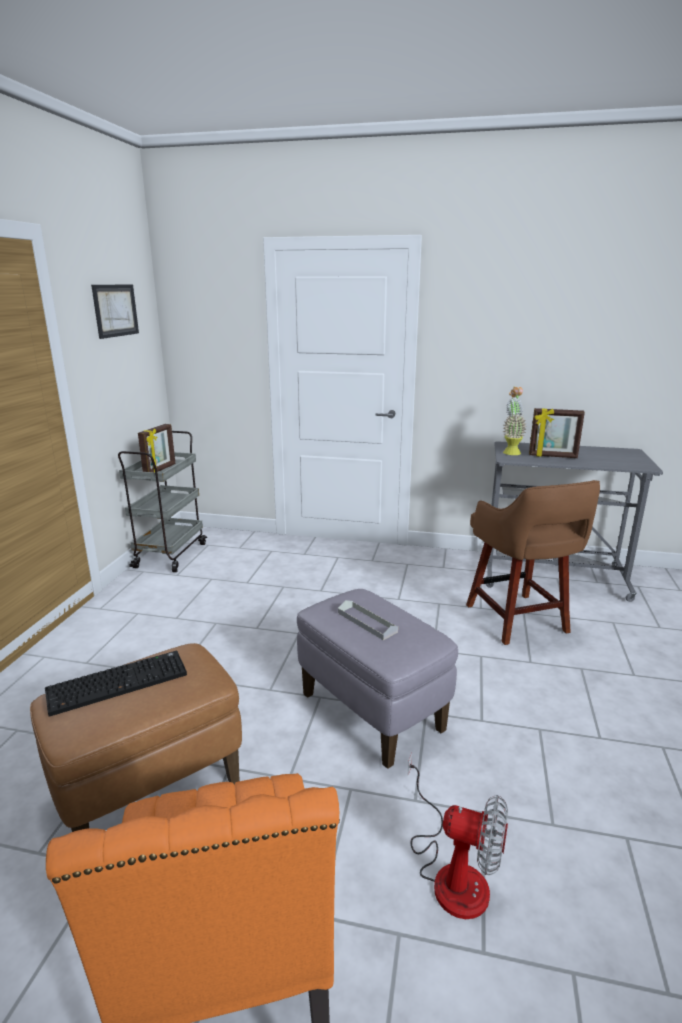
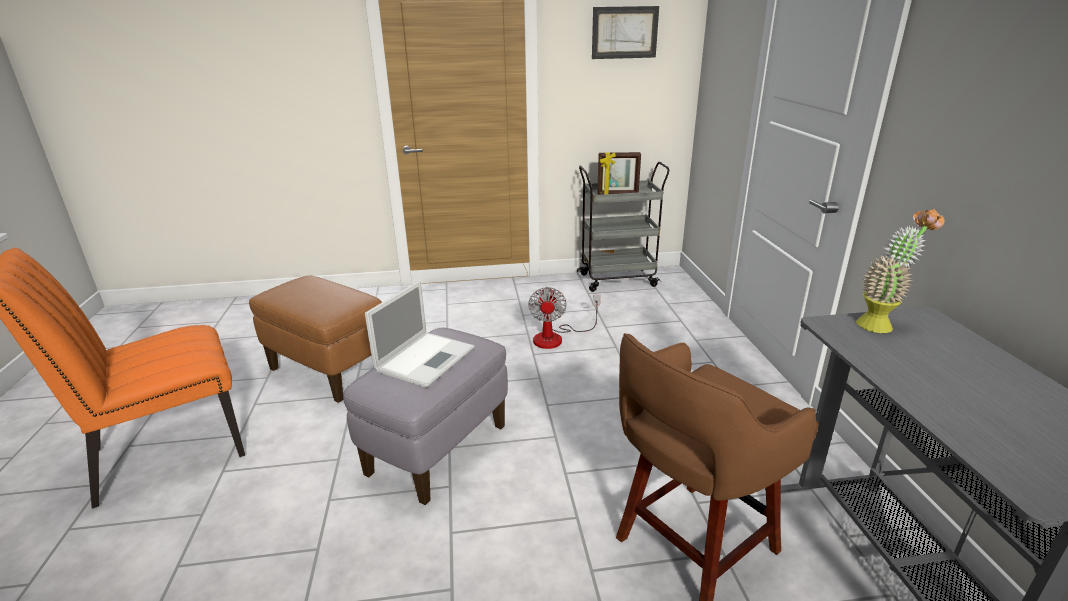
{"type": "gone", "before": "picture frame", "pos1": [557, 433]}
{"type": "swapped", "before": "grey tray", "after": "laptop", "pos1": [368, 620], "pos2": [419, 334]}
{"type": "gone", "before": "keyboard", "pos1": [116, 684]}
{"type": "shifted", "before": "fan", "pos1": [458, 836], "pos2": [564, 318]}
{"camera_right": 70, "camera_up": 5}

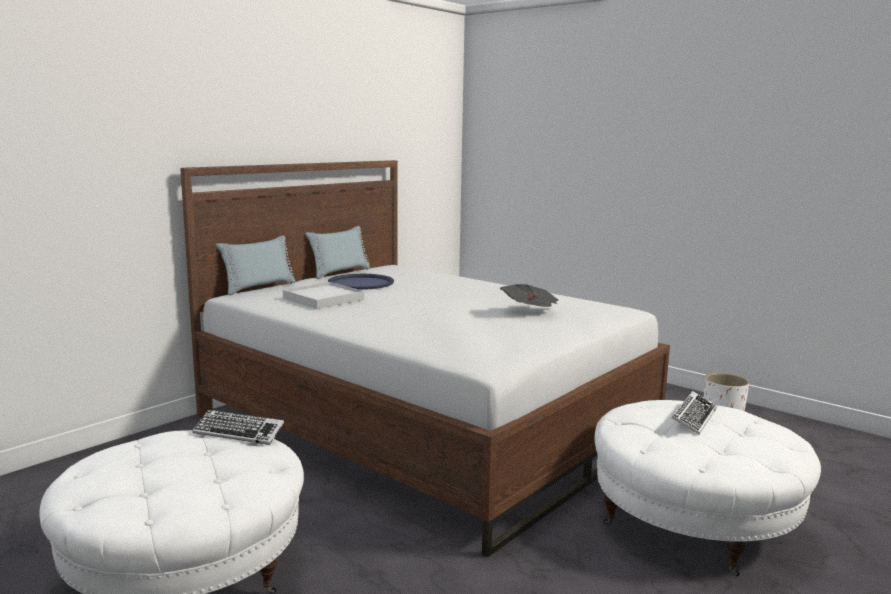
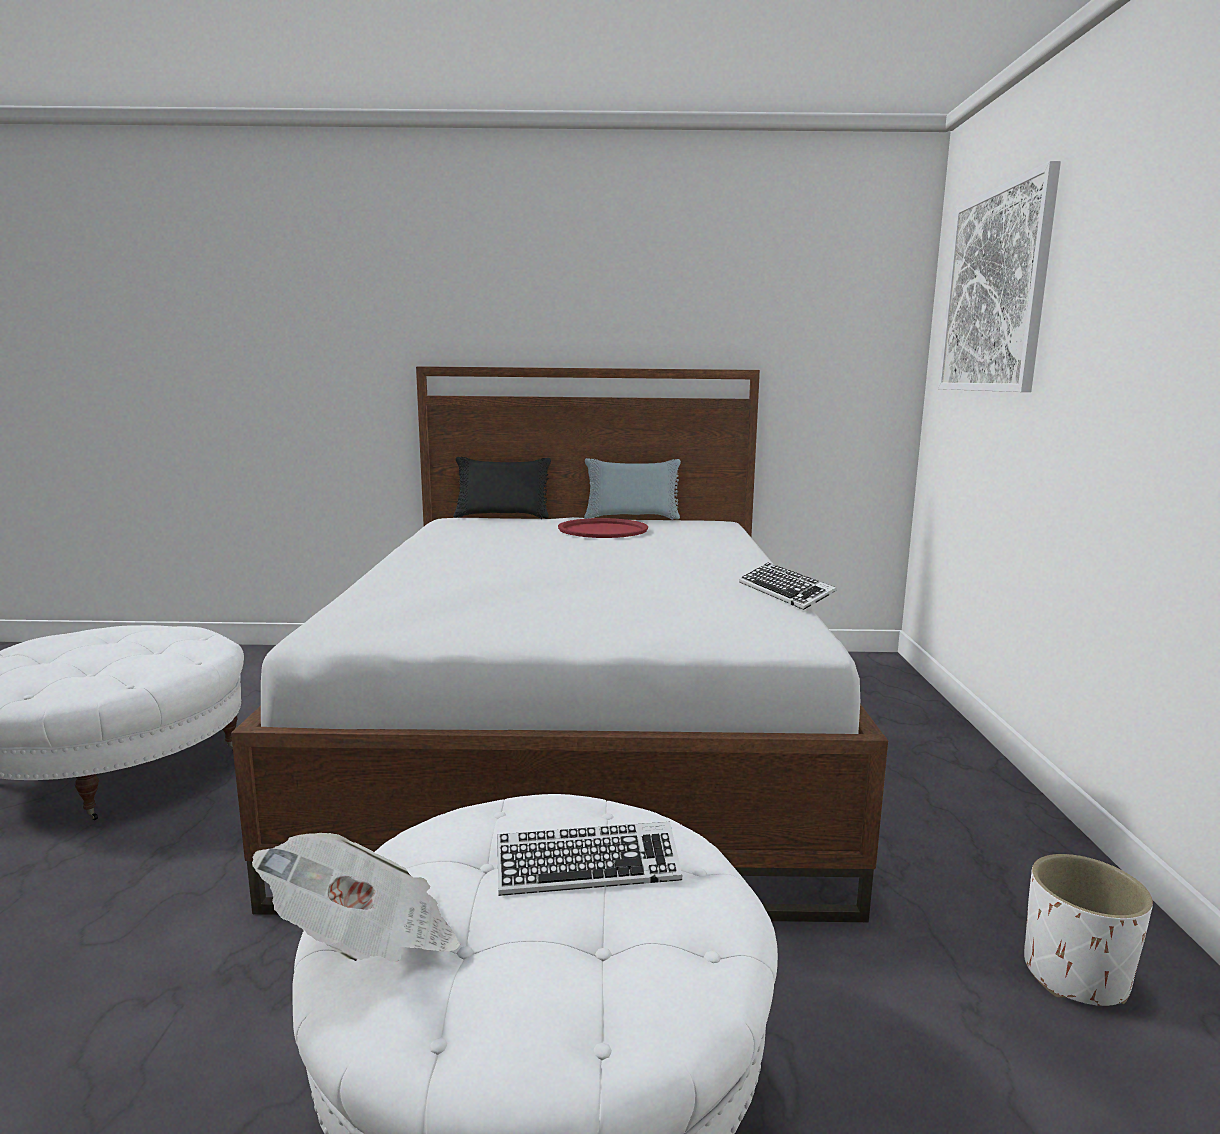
{"type": "repainted", "before": "blue pillow", "after": "black pillow", "pos1": [255, 265], "pos2": [502, 488]}
{"type": "repainted", "before": "blue tray", "after": "red tray", "pos1": [361, 282], "pos2": [603, 528]}
{"type": "gone", "before": "white tray", "pos1": [323, 295]}
{"type": "shifted", "before": "newspaper", "pos1": [529, 295], "pos2": [356, 897]}
{"type": "shifted", "before": "keyboard", "pos1": [238, 427], "pos2": [788, 586]}
{"type": "new", "after": "picture", "pos2": [999, 276]}
{"camera_right": 50, "camera_up": 0}

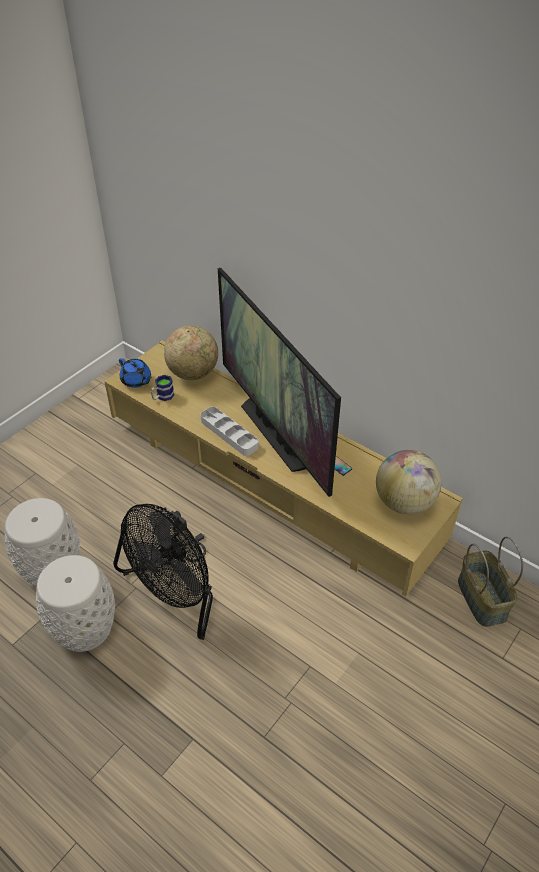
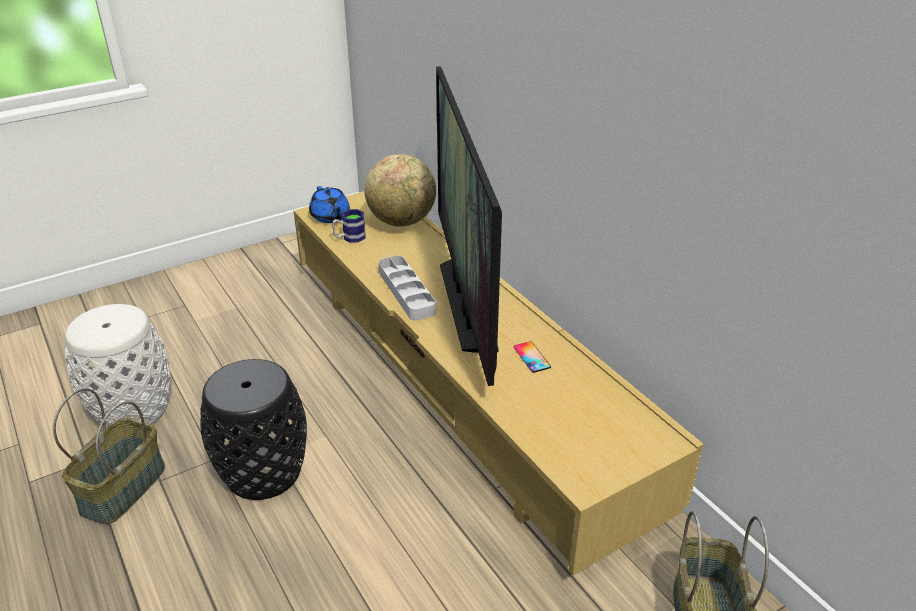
{"type": "gone", "before": "globe", "pos1": [408, 482]}
{"type": "swapped", "before": "black fan", "after": "black stool", "pos1": [163, 572], "pos2": [253, 429]}
{"type": "swapped", "before": "white stool", "after": "basket", "pos1": [75, 603], "pos2": [109, 456]}
{"camera_right": 20, "camera_up": -10}

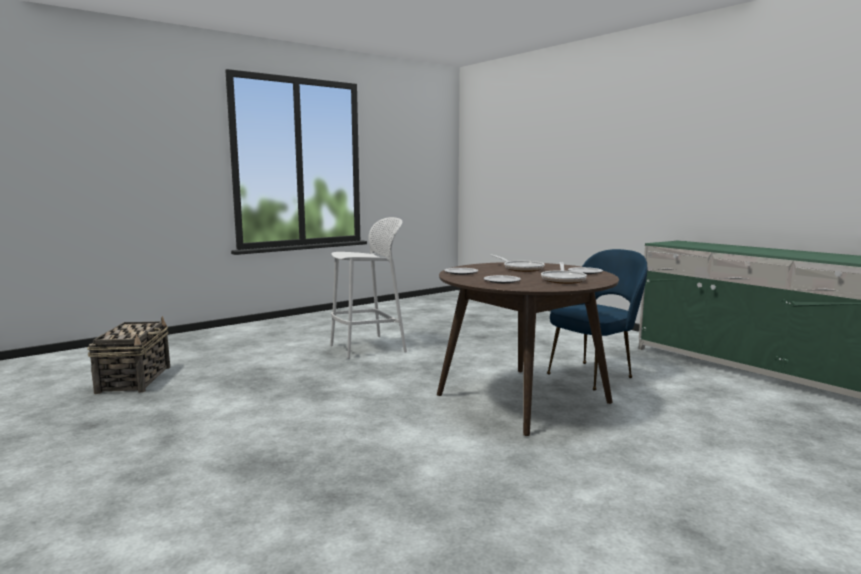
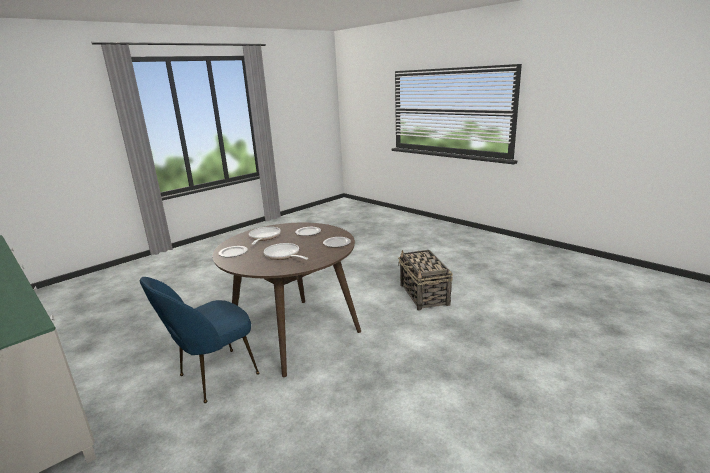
{"type": "gone", "before": "white stool", "pos1": [368, 288]}
{"type": "shifted", "before": "basket", "pos1": [128, 355], "pos2": [425, 280]}
{"camera_right": 175, "camera_up": 10}

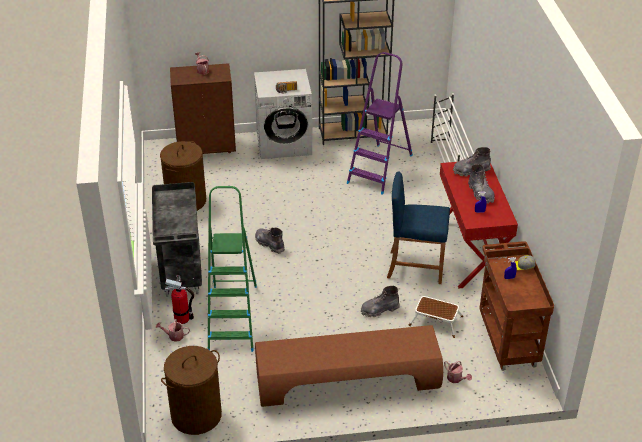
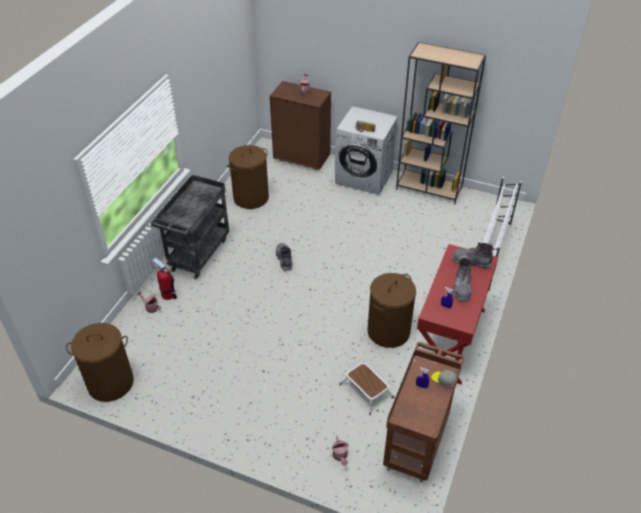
{"type": "gone", "before": "purple step ladder", "pos1": [380, 123]}
{"type": "swapped", "before": "blue stool", "after": "brown laundry basket", "pos1": [418, 227], "pos2": [392, 310]}
{"type": "gone", "before": "green step ladder", "pos1": [232, 269]}
{"type": "gone", "before": "grey boot", "pos1": [380, 301]}
{"type": "gone", "before": "brown bench", "pos1": [349, 366]}
{"camera_right": 30, "camera_up": 5}

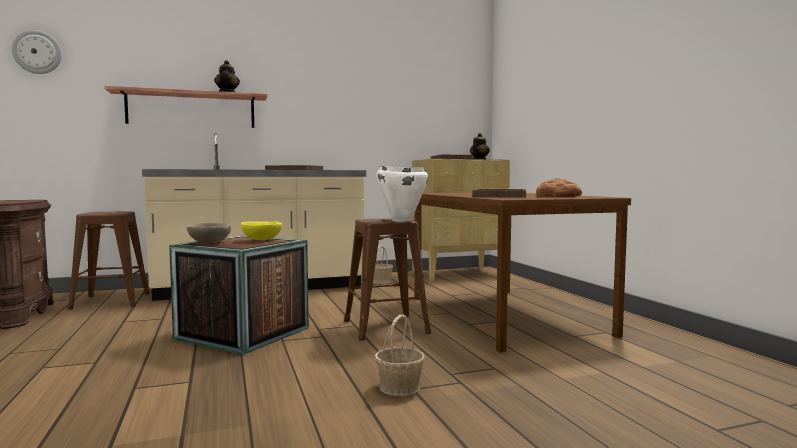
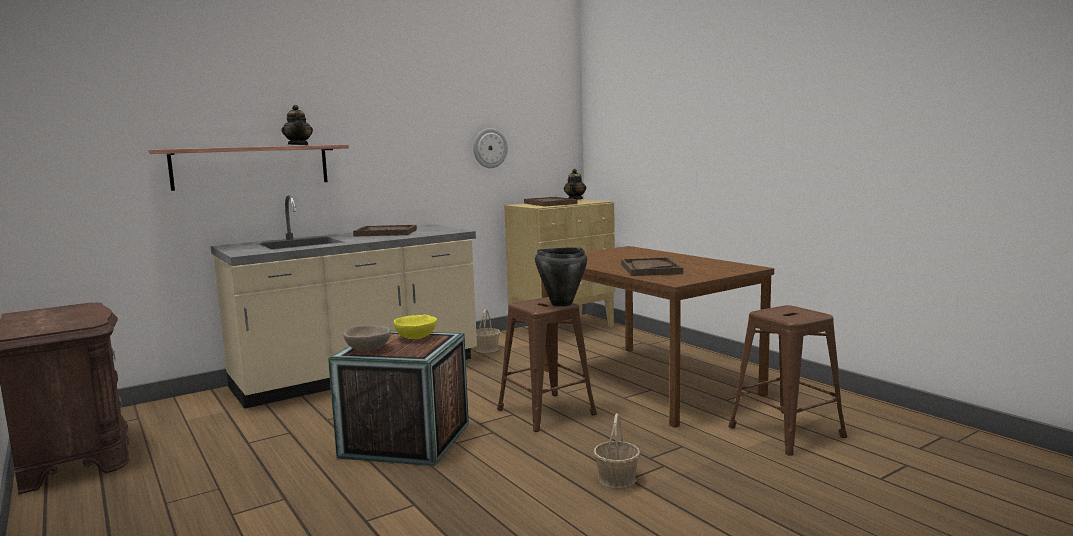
{"type": "shifted", "before": "wall clock", "pos1": [37, 52], "pos2": [490, 148]}
{"type": "repainted", "before": "white cooking pot", "after": "black cooking pot", "pos1": [402, 193], "pos2": [561, 277]}
{"type": "gone", "before": "bread", "pos1": [559, 187]}
{"type": "shifted", "before": "brown stool", "pos1": [108, 260], "pos2": [787, 380]}
{"camera_right": -15, "camera_up": 5}

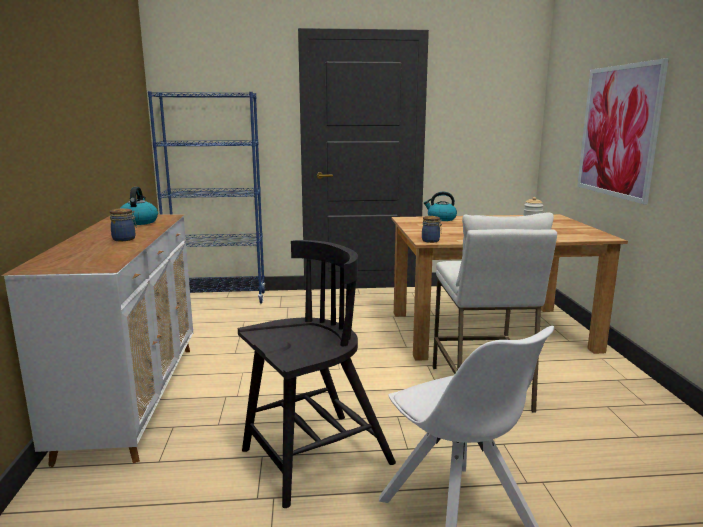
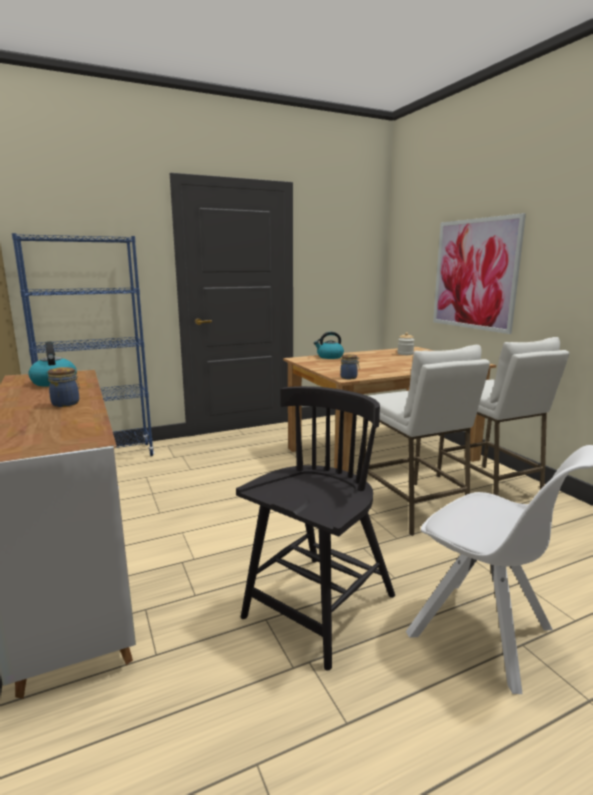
{"type": "new", "after": "white stool", "pos2": [503, 416]}
{"camera_right": -20, "camera_up": 0}

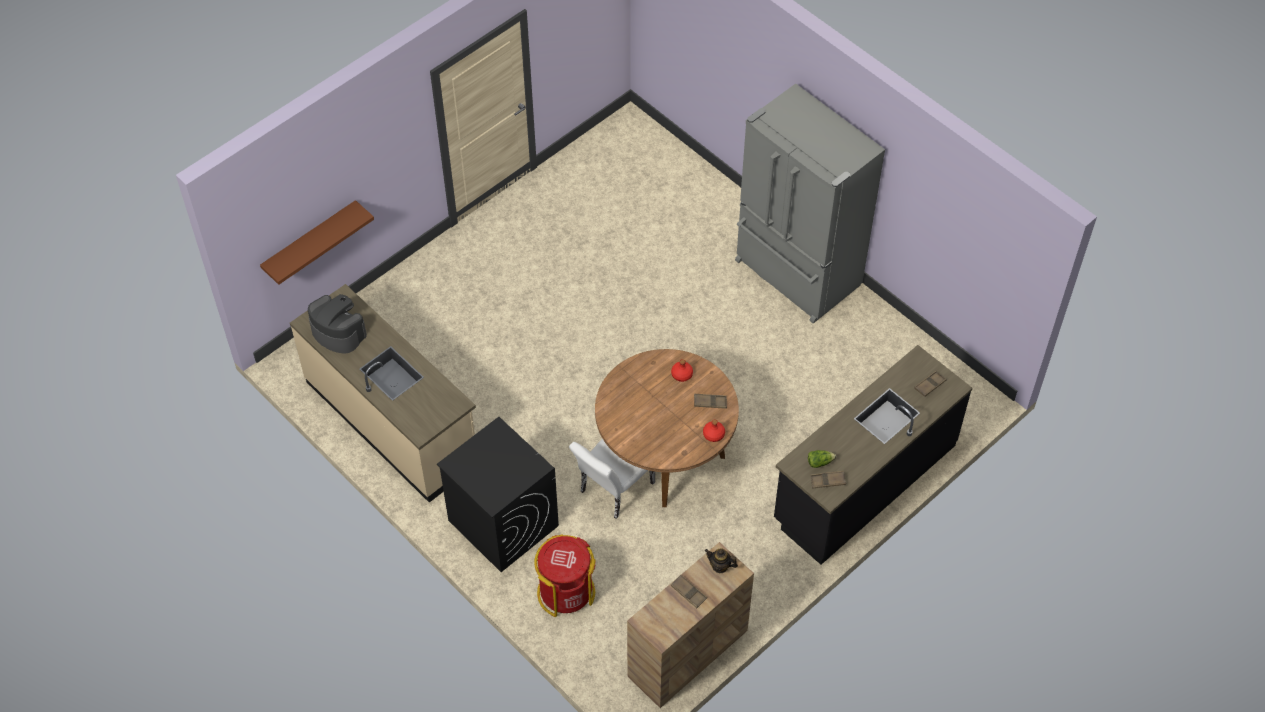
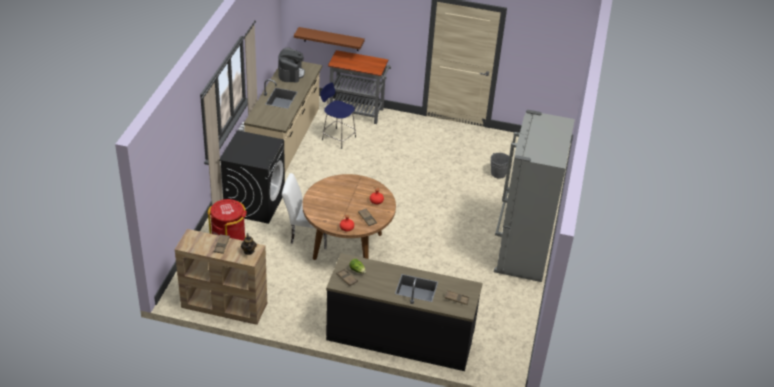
{"type": "new", "after": "grey cart", "pos2": [359, 87]}
{"type": "new", "after": "blue stool", "pos2": [338, 116]}
{"type": "new", "after": "grey bucket", "pos2": [500, 166]}
{"camera_right": 55, "camera_up": -15}

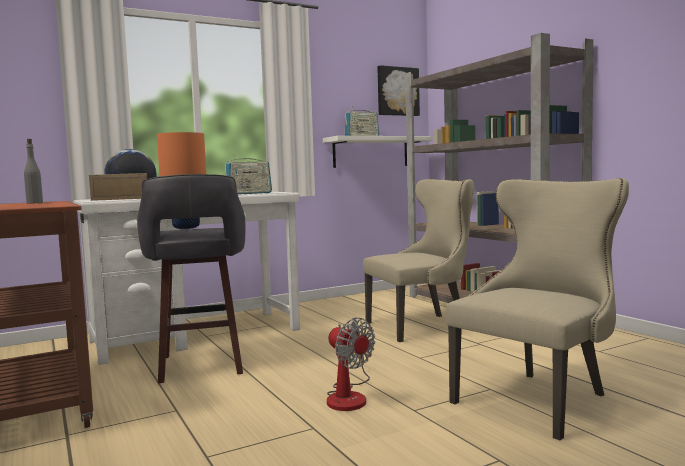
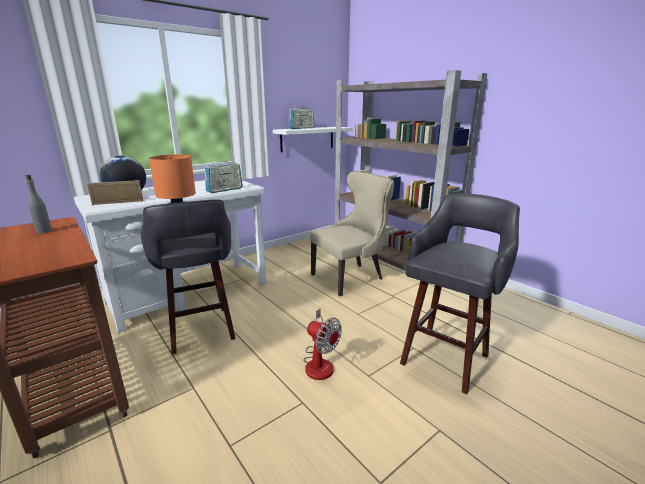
{"type": "gone", "before": "picture", "pos1": [398, 90]}
{"type": "swapped", "before": "beige chair", "after": "grey stool", "pos1": [537, 309], "pos2": [460, 293]}
{"camera_right": -10, "camera_up": 15}

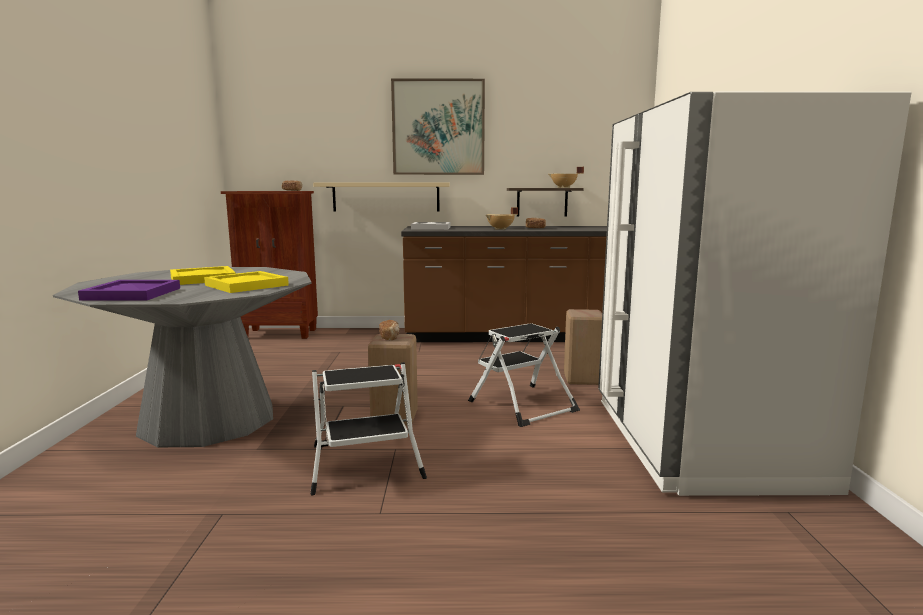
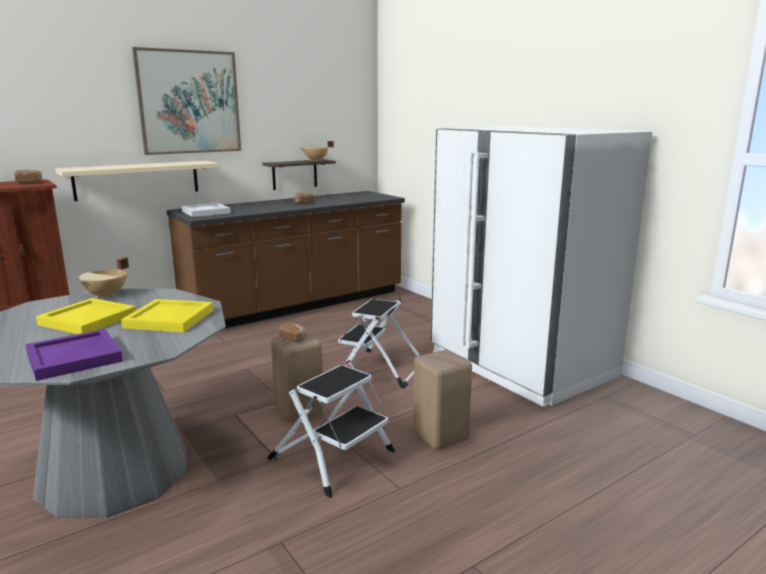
{"type": "shifted", "before": "beige cooking pot", "pos1": [502, 218], "pos2": [104, 278]}
{"type": "shifted", "before": "beige stool", "pos1": [583, 347], "pos2": [442, 400]}
{"camera_right": -35, "camera_up": 5}

